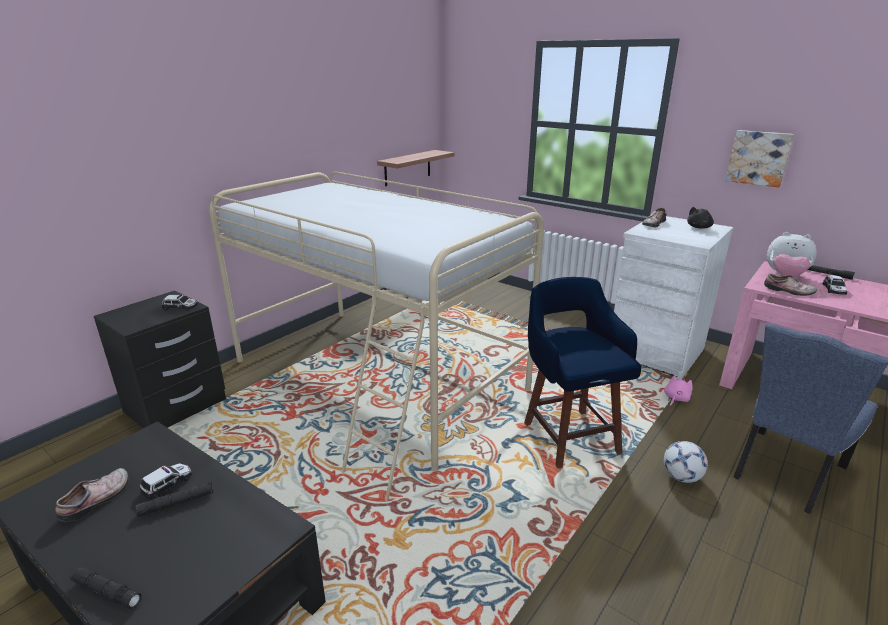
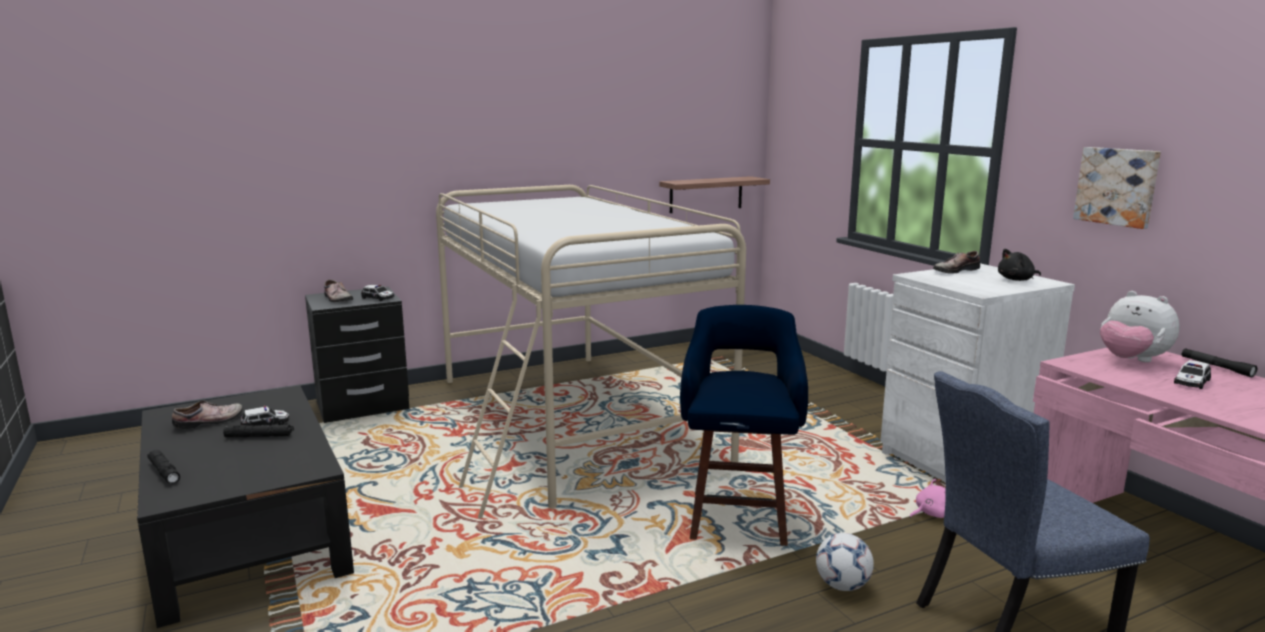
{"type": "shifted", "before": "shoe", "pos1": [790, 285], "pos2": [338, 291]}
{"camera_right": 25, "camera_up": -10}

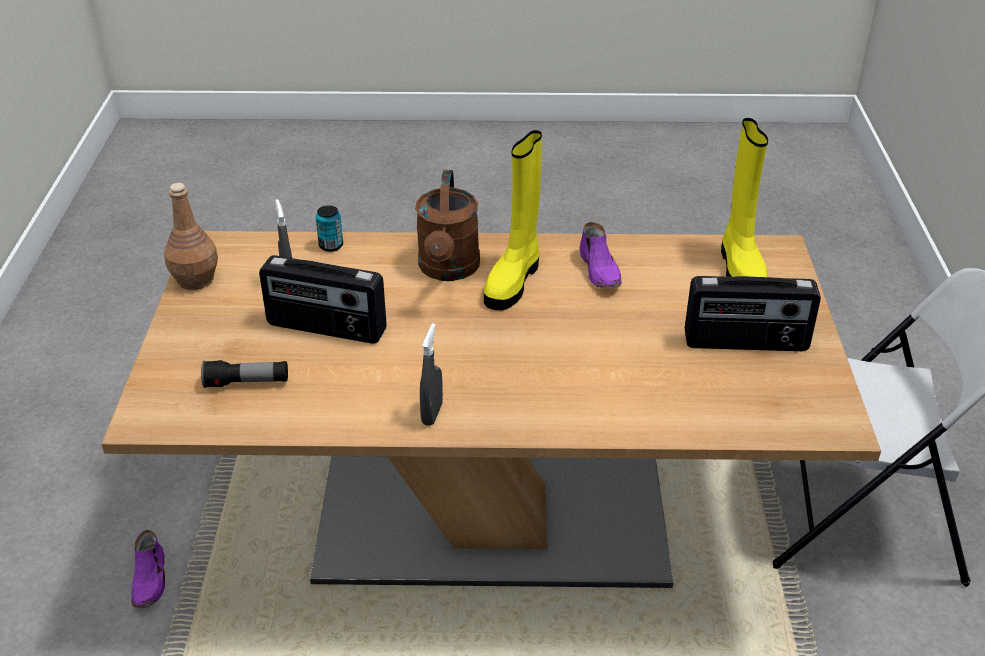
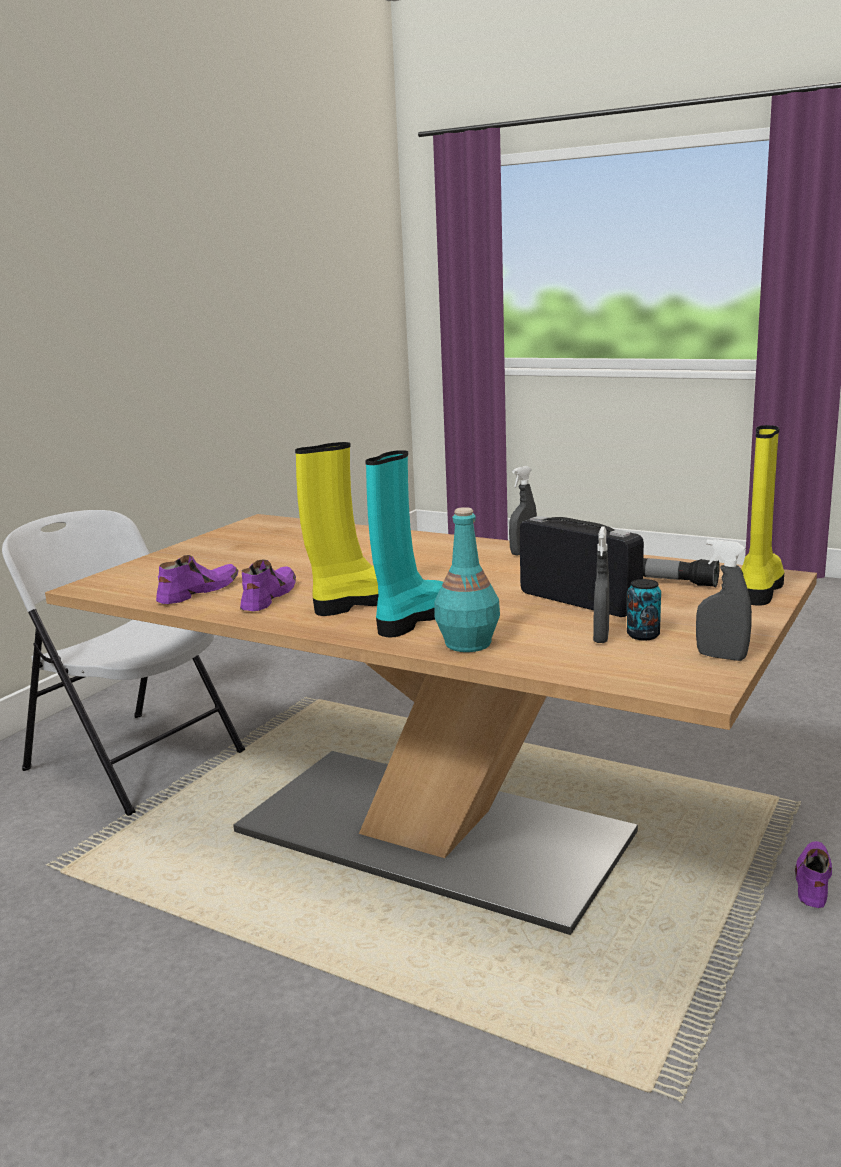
{"type": "shifted", "before": "yellow boot", "pos1": [744, 197], "pos2": [762, 515]}
{"type": "swapped", "before": "brown watering can", "after": "turquoise boot", "pos1": [447, 225], "pos2": [404, 543]}
{"type": "swapped", "before": "brown bottle", "after": "grey spray bottle", "pos1": [191, 236], "pos2": [724, 600]}
{"type": "shifted", "before": "can", "pos1": [329, 228], "pos2": [644, 609]}
{"type": "gone", "before": "radio", "pos1": [753, 313]}
{"type": "new", "after": "turquoise bottle", "pos2": [467, 579]}
{"type": "new", "after": "purple shoe", "pos2": [197, 579]}
{"camera_right": -150, "camera_up": -20}

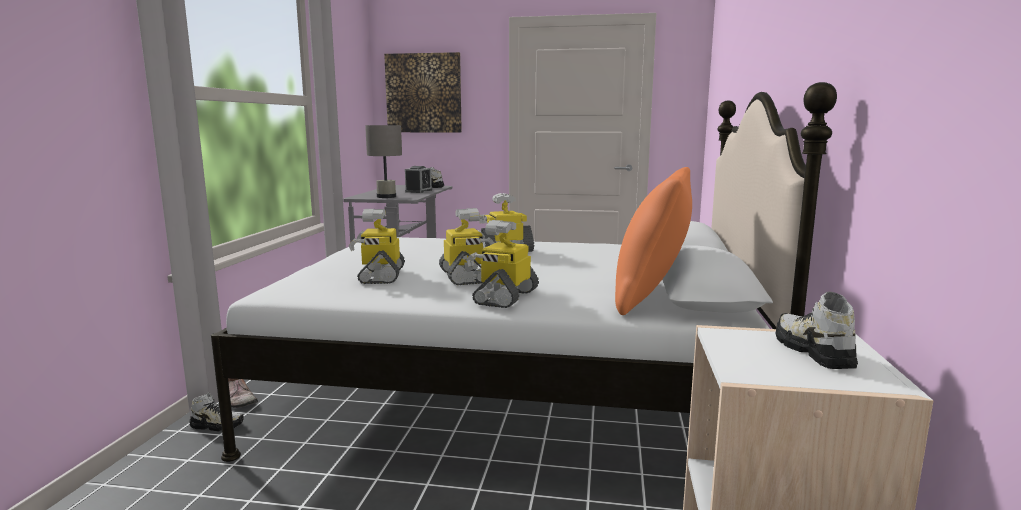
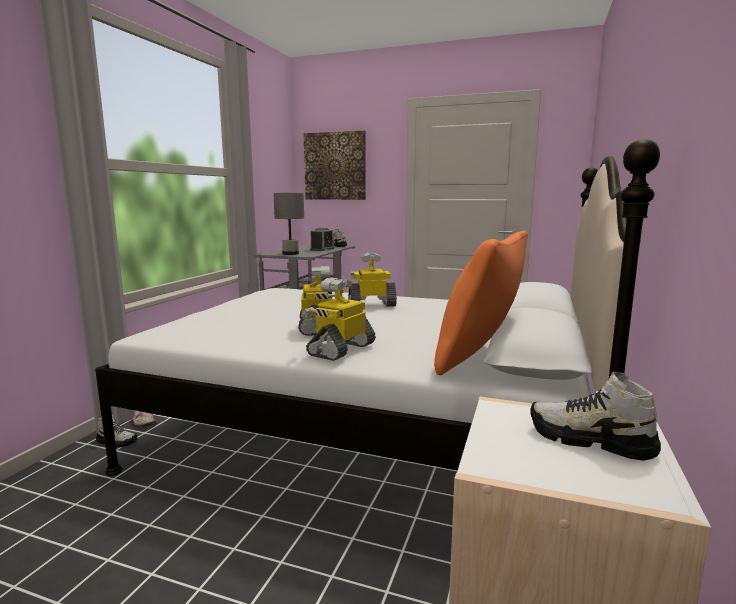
{"type": "gone", "before": "toy robot", "pos1": [377, 246]}
{"type": "rotated", "before": "shoe", "pos1": [816, 330], "pos2": [595, 416], "turn": -60}
{"camera_right": 10, "camera_up": 0}

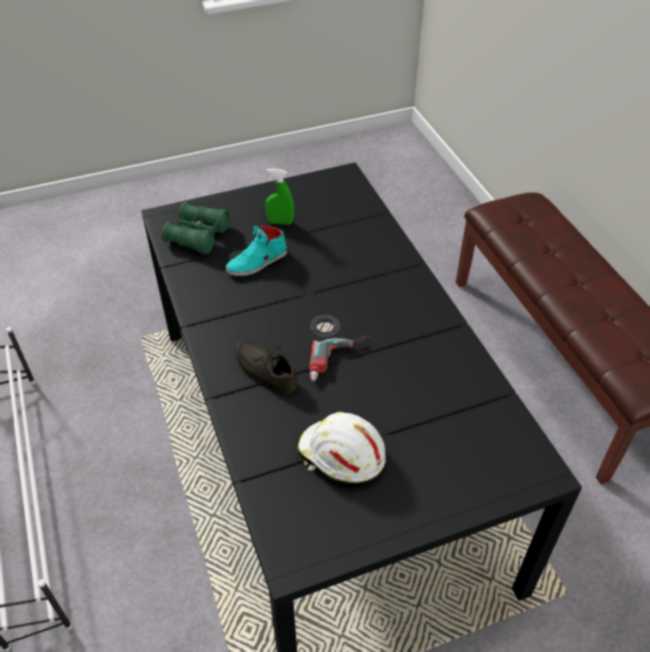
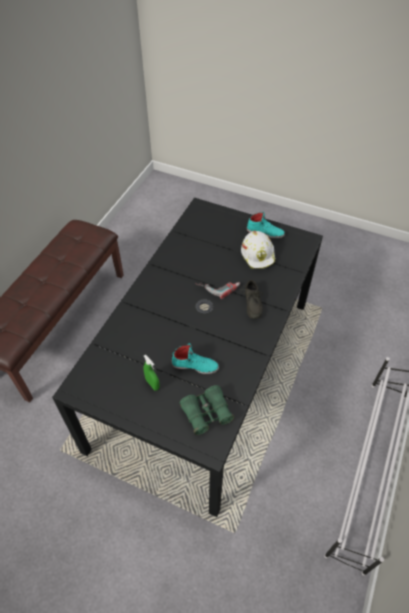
{"type": "new", "after": "turquoise shoe", "pos2": [266, 225]}
{"camera_right": -135, "camera_up": 5}

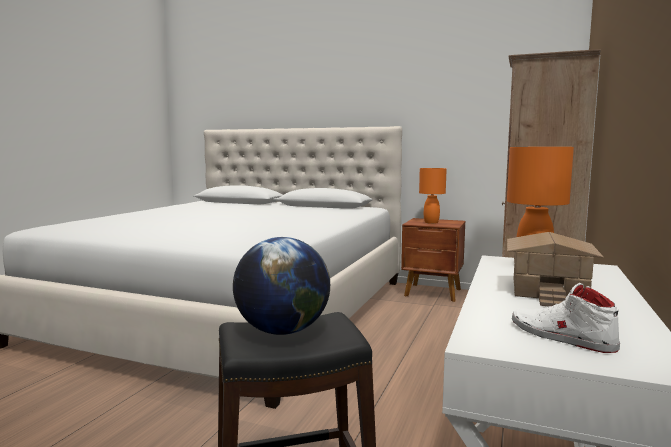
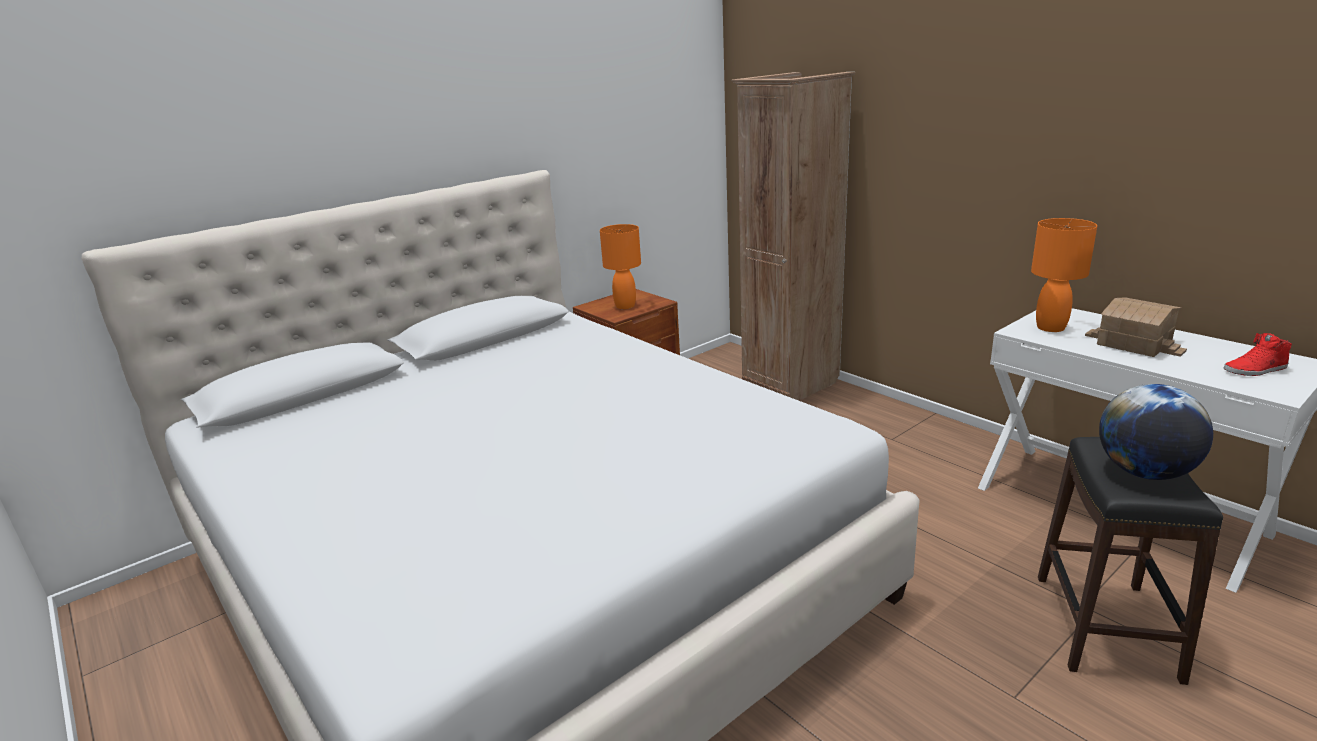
{"type": "repainted", "before": "white shoe", "after": "red shoe", "pos1": [566, 318], "pos2": [1258, 354]}
{"camera_right": -60, "camera_up": 15}

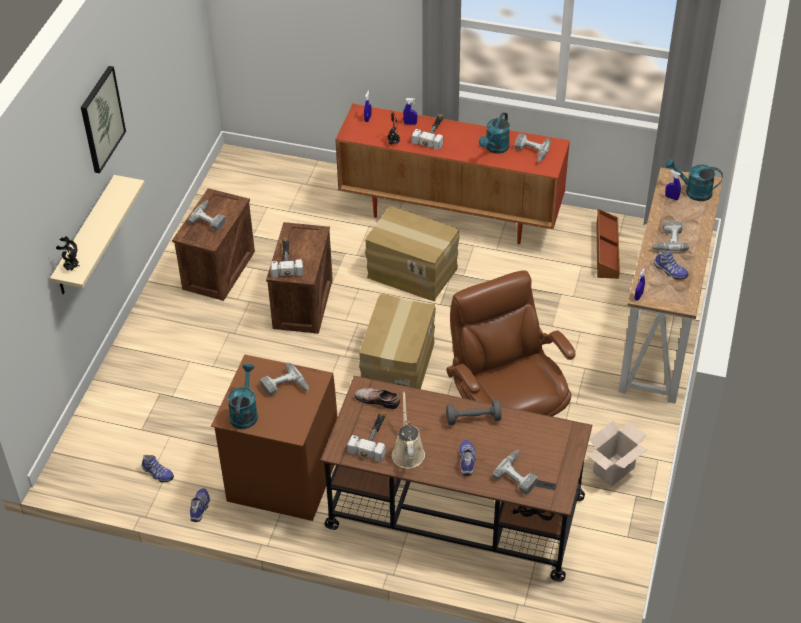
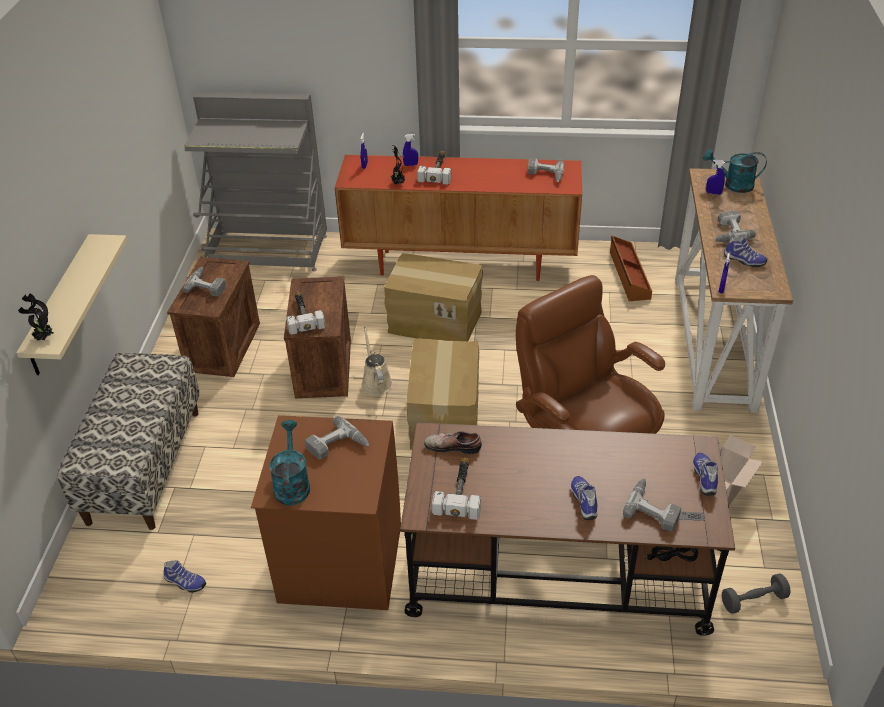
{"type": "gone", "before": "picture", "pos1": [103, 119]}
{"type": "gone", "before": "turquoise watering can", "pos1": [494, 133]}
{"type": "shifted", "before": "beige watering can", "pos1": [408, 430], "pos2": [377, 361]}
{"type": "shifted", "before": "grey dumbbell", "pos1": [474, 412], "pos2": [756, 594]}
{"type": "shifted", "before": "shoe", "pos1": [200, 505], "pos2": [705, 474]}
{"type": "new", "after": "grey shoe rack", "pos2": [255, 182]}
{"type": "new", "after": "bench", "pos2": [128, 441]}
{"camera_right": -10, "camera_up": -5}

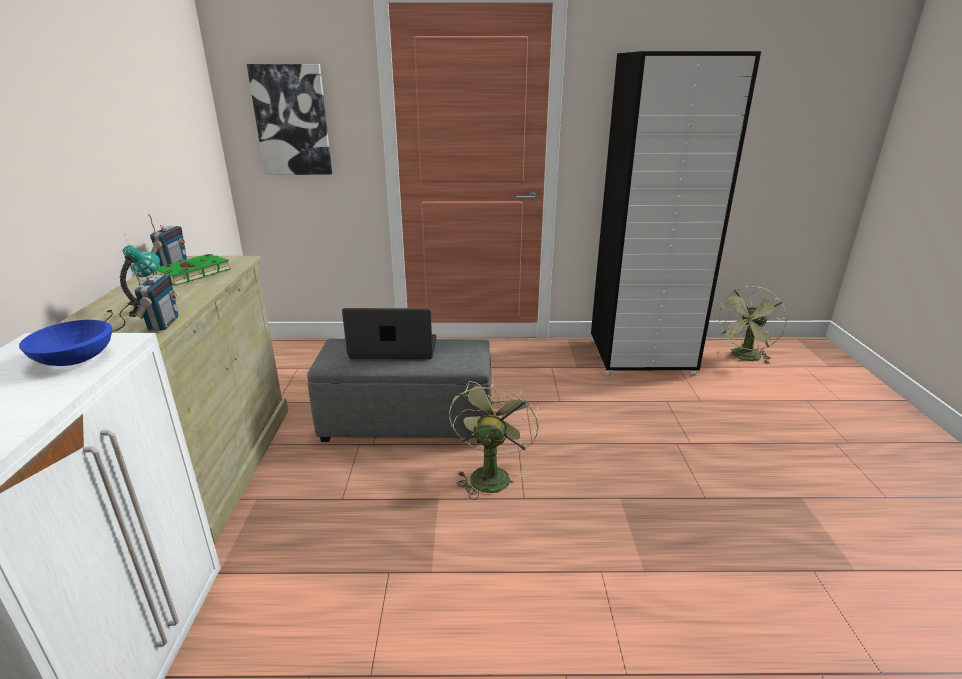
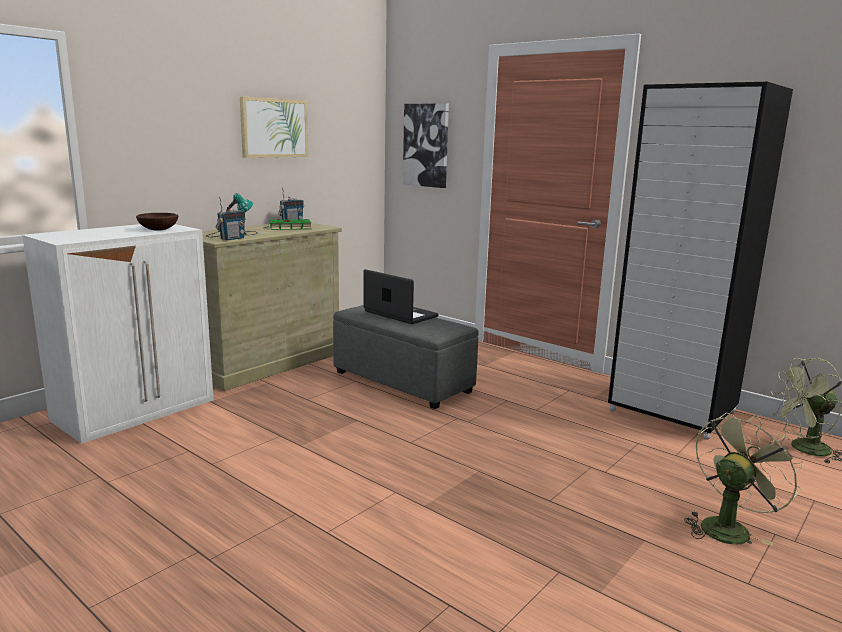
{"type": "repainted", "before": "blue bowl", "after": "brown bowl", "pos1": [65, 343], "pos2": [157, 222]}
{"type": "shifted", "before": "green fan", "pos1": [493, 438], "pos2": [744, 479]}
{"type": "new", "after": "picture", "pos2": [274, 127]}
{"camera_right": 40, "camera_up": -10}

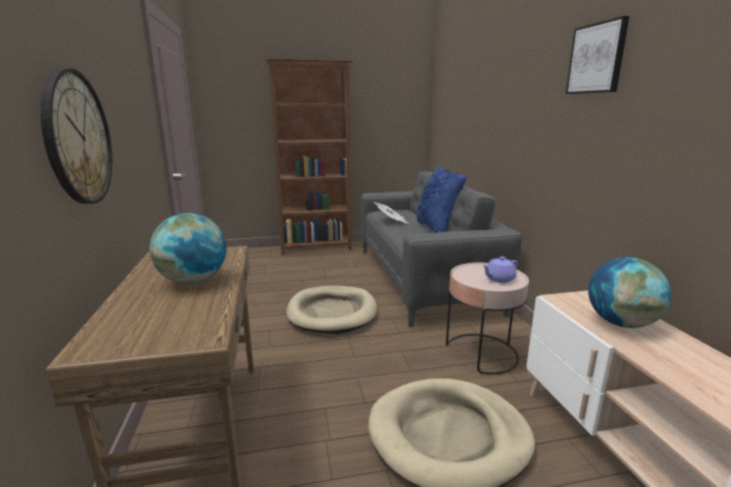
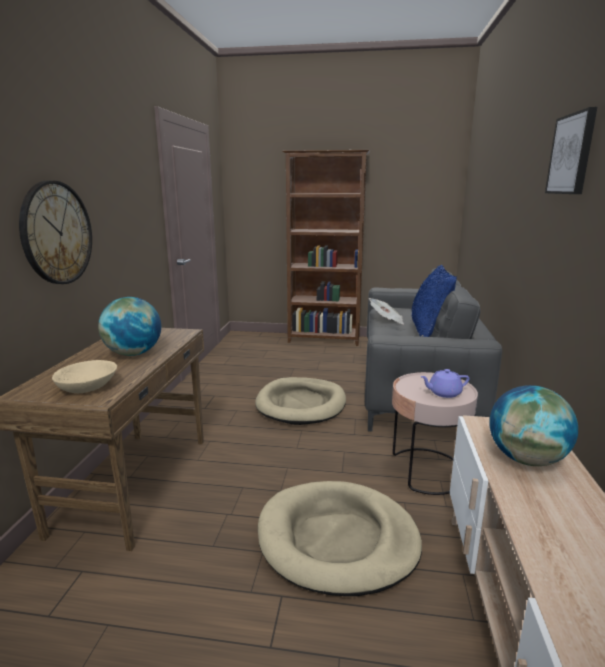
{"type": "new", "after": "beige bowl", "pos2": [84, 376]}
{"camera_right": 20, "camera_up": 0}

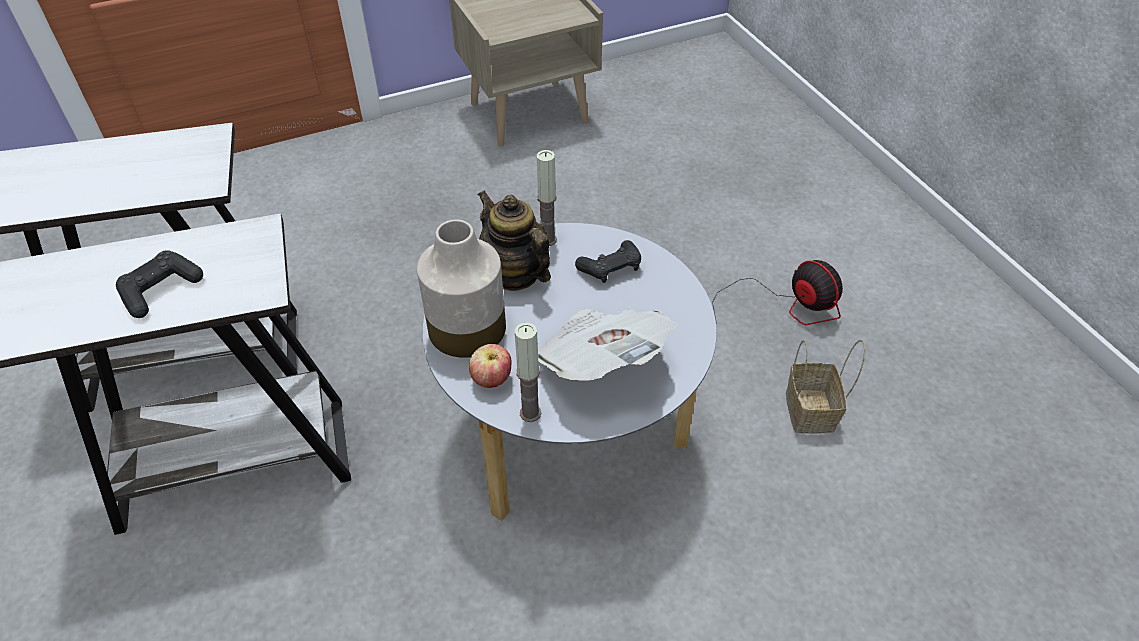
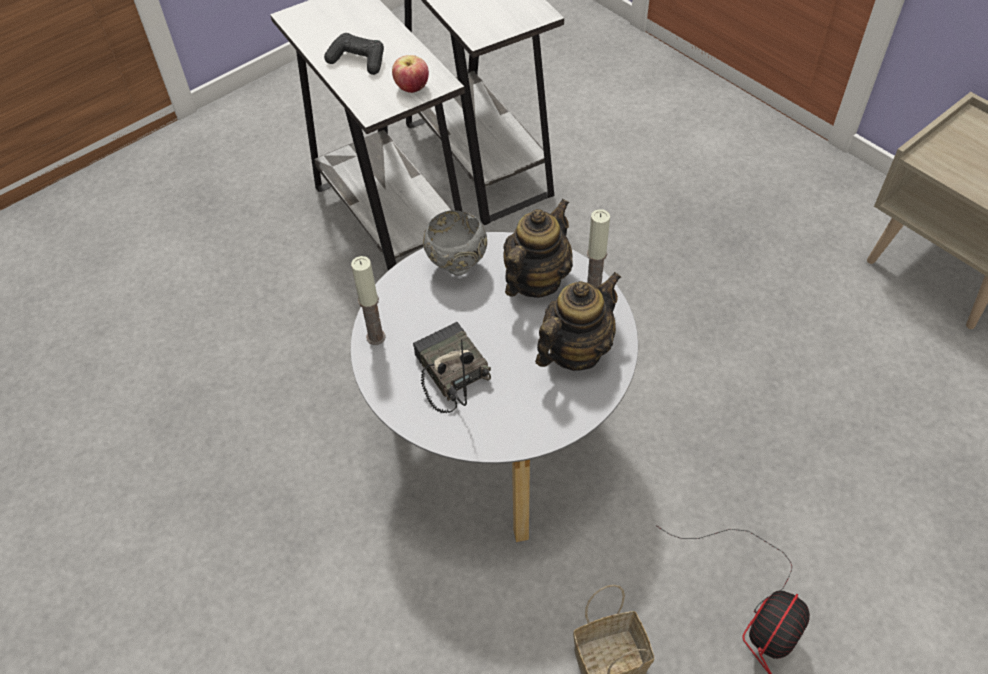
{"type": "swapped", "before": "beige vase", "after": "grey bowl", "pos1": [461, 289], "pos2": [455, 243]}
{"type": "swapped", "before": "black game controller", "after": "teapot", "pos1": [608, 261], "pos2": [578, 321]}
{"type": "swapped", "before": "newspaper", "after": "radio", "pos1": [607, 345], "pos2": [452, 367]}
{"type": "shifted", "before": "apple", "pos1": [490, 366], "pos2": [410, 74]}
{"camera_right": 75, "camera_up": 5}

